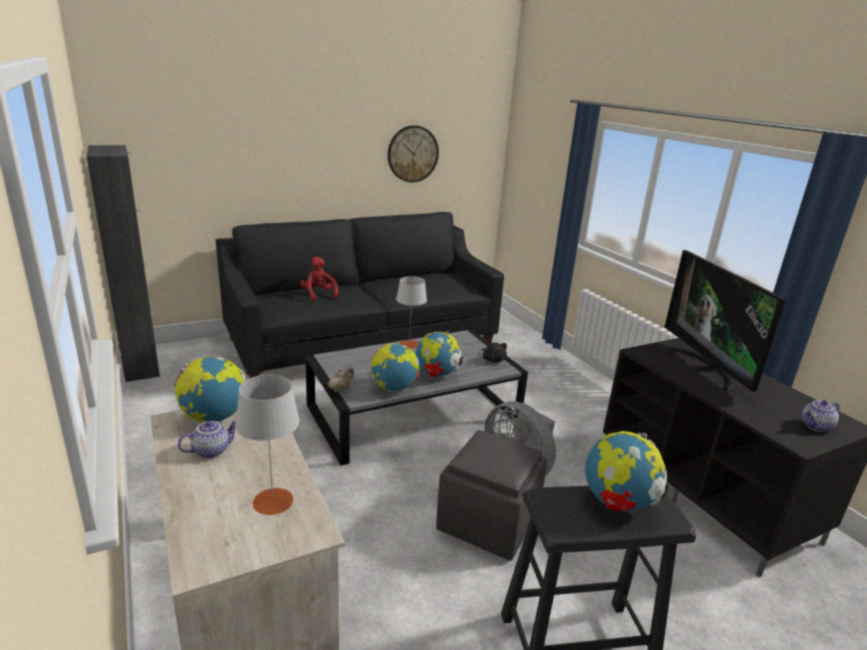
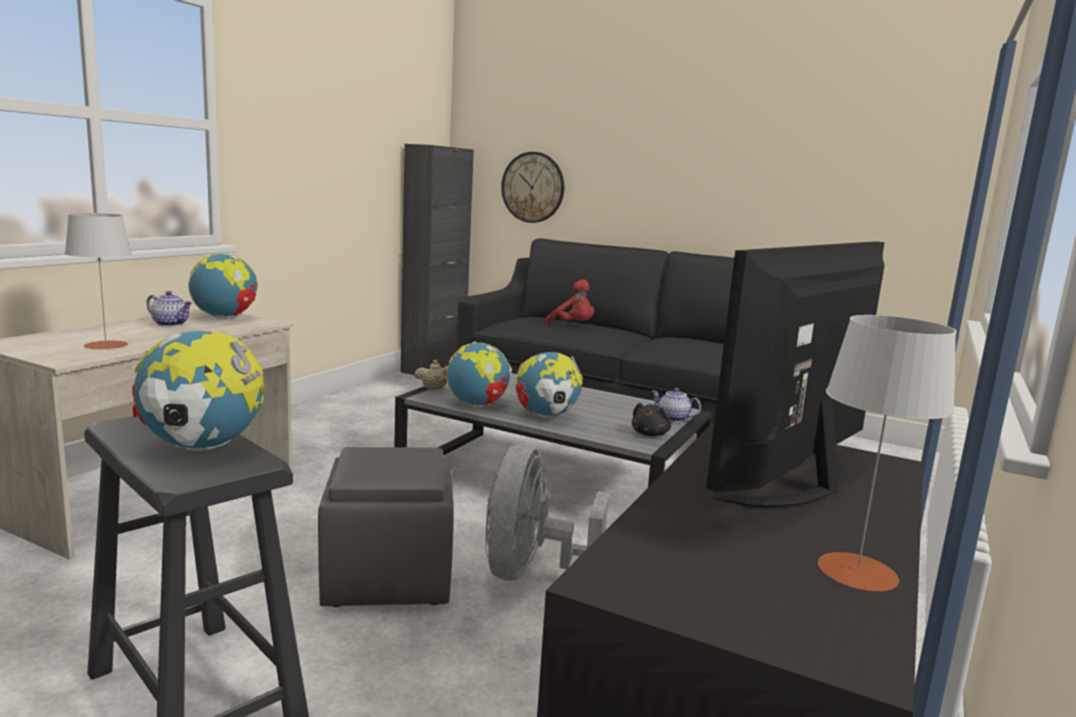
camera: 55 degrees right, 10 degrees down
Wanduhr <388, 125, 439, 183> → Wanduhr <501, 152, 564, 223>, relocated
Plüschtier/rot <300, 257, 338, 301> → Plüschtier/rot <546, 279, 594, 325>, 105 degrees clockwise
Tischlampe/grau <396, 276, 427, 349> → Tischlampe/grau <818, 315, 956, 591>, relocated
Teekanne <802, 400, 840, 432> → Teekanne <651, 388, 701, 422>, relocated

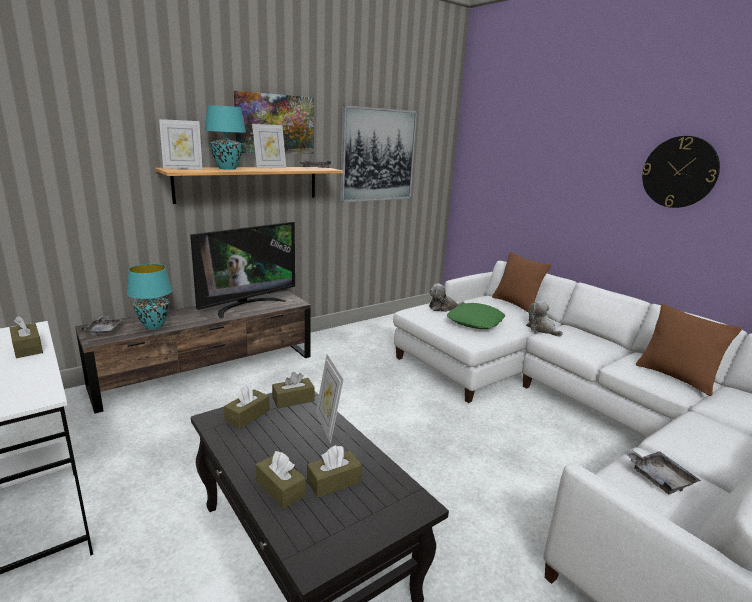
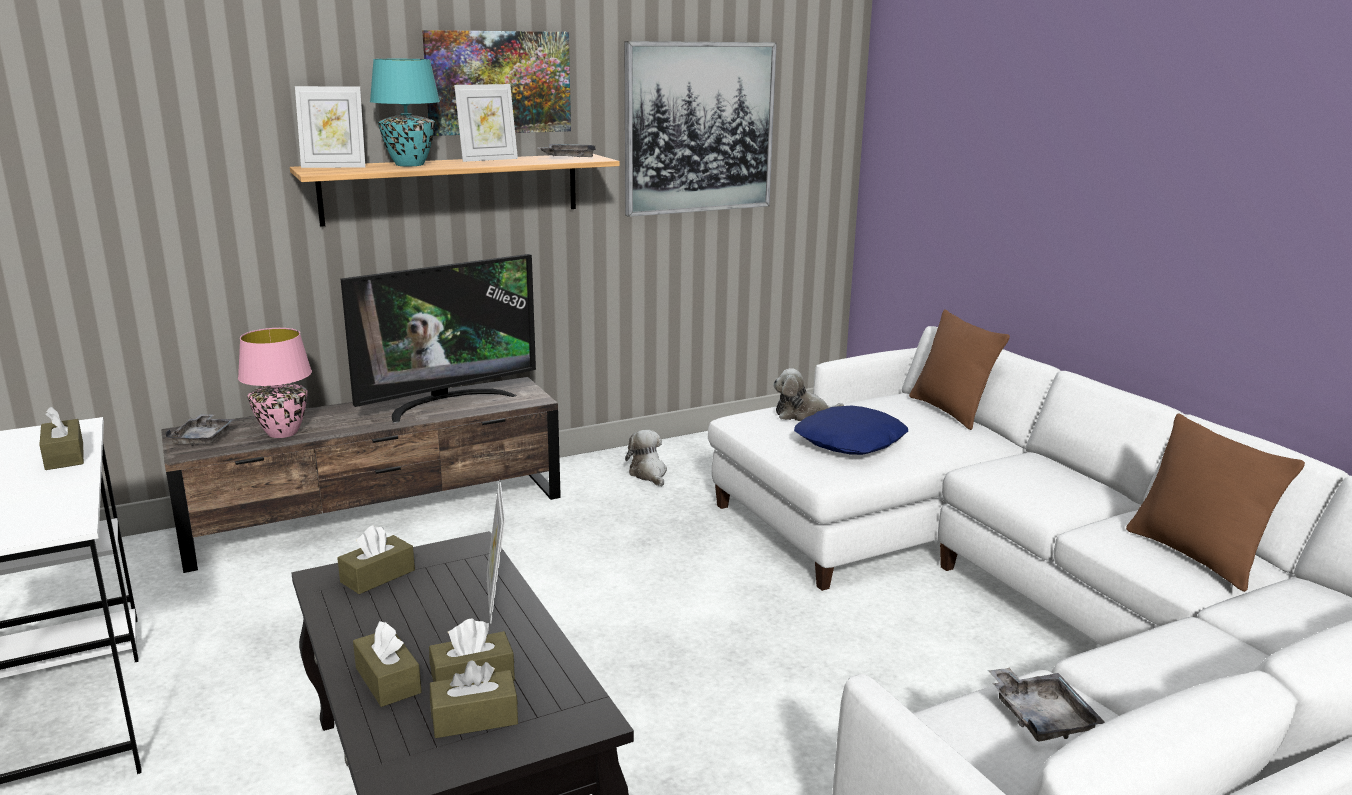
camera: 10 degrees right, 0 degrees up
Wanduhr <642, 136, 720, 208> → -
Tischlampe/türkis <127, 264, 172, 330> → Tischlampe/rosa <238, 328, 312, 438>
Plüschtier <526, 301, 563, 337> → Plüschtier <625, 430, 667, 486>, relocated
Kissen/grün <447, 303, 505, 329> → Kissen/blau <794, 406, 908, 455>
Taschentuchbox/braun <272, 372, 315, 408> → Taschentuchbox/braun <430, 660, 518, 738>, relocated

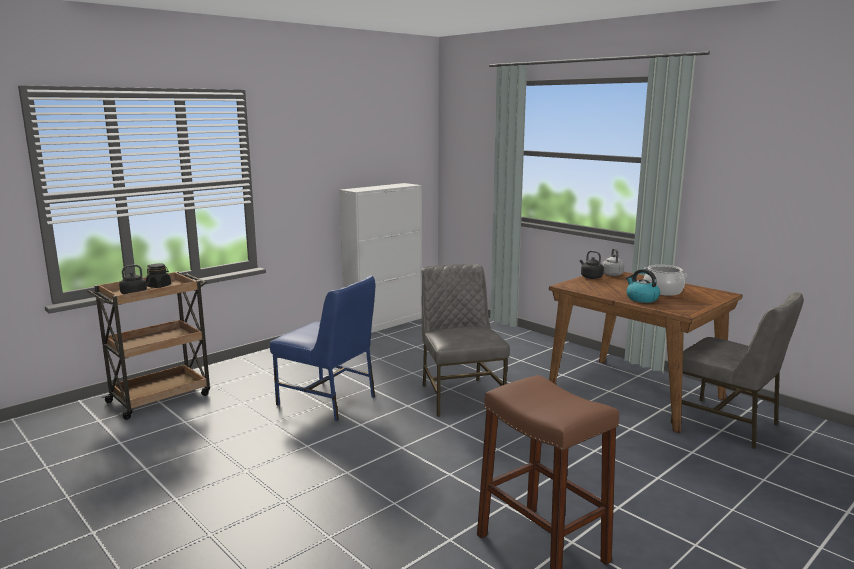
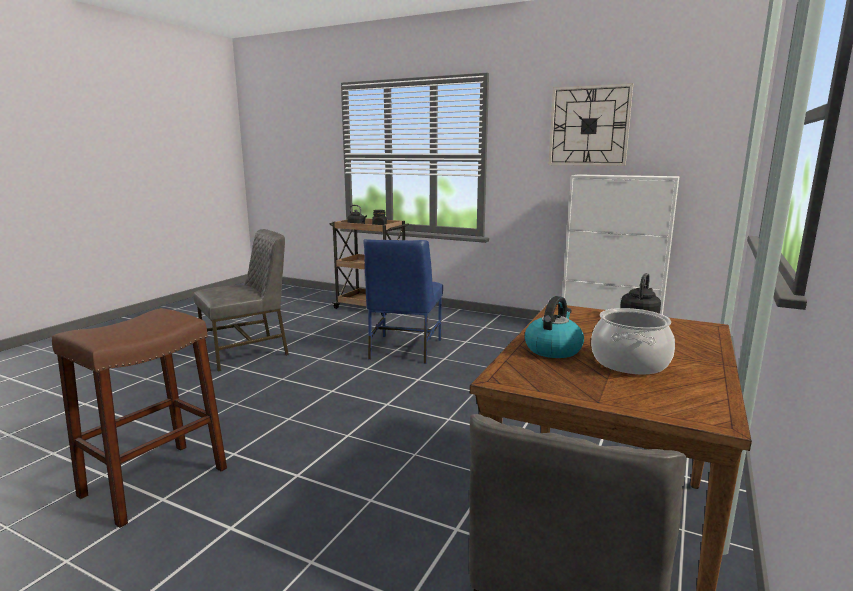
camera: 70 degrees right, 0 degrees up
Wasserkessel/grau <602, 248, 624, 276> → -
Stuhl/grau <422, 264, 510, 417> → Stuhl/grau <193, 229, 289, 371>, relocated
- → Wanduhr <549, 83, 633, 166>

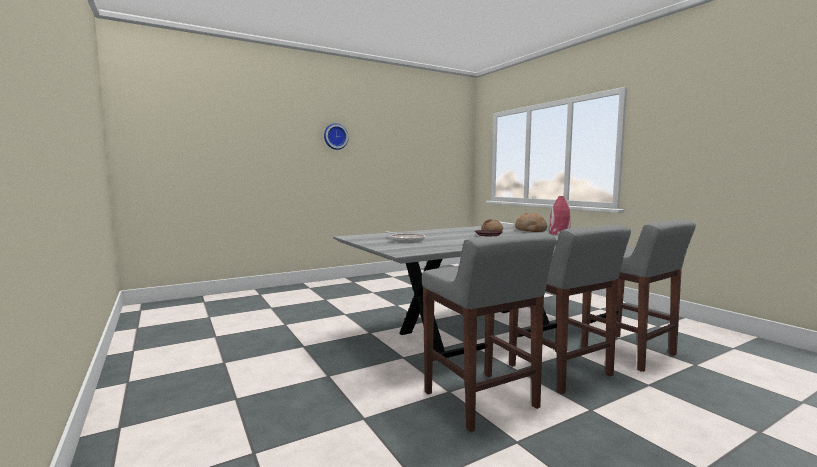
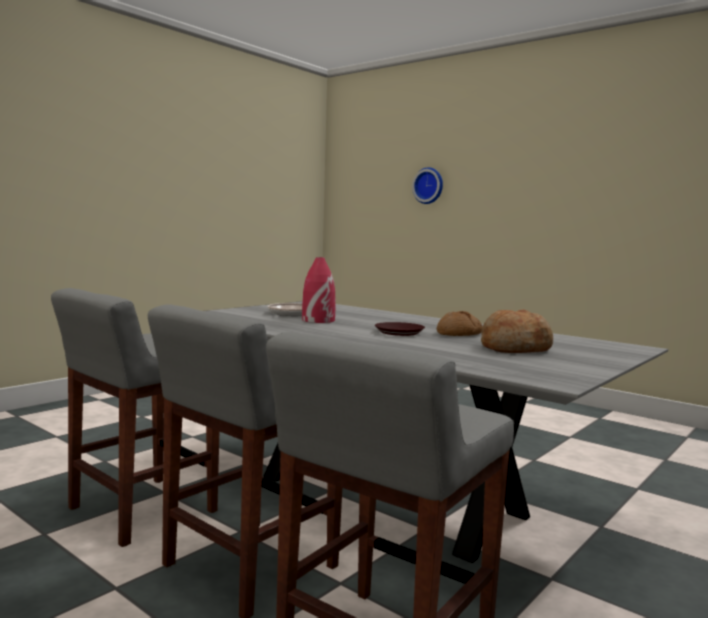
camera: 70 degrees right, 0 degrees up
Wanduhr <324, 123, 349, 150> → Wanduhr <412, 167, 443, 204>, relocated
Vase/rot <549, 196, 570, 235> → Vase/rot <302, 257, 336, 323>, relocated

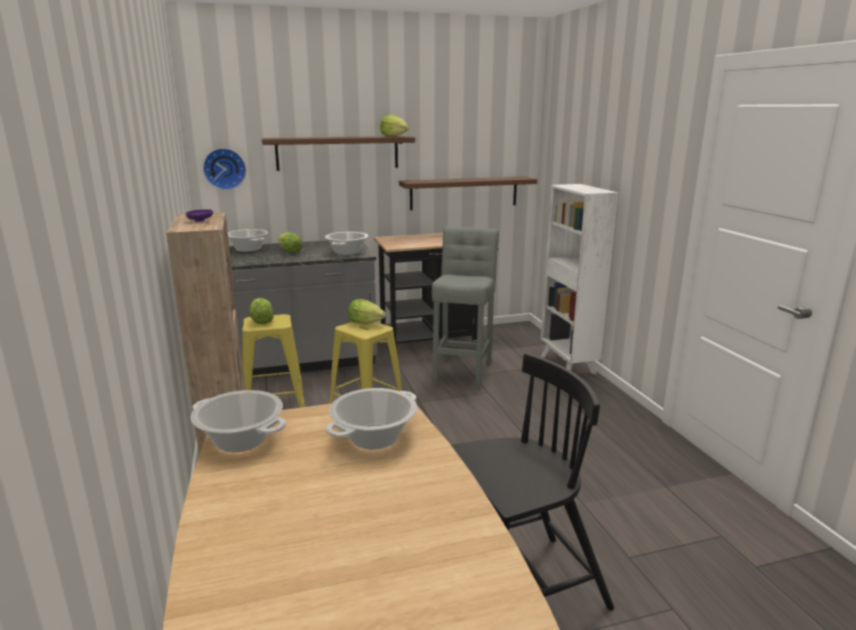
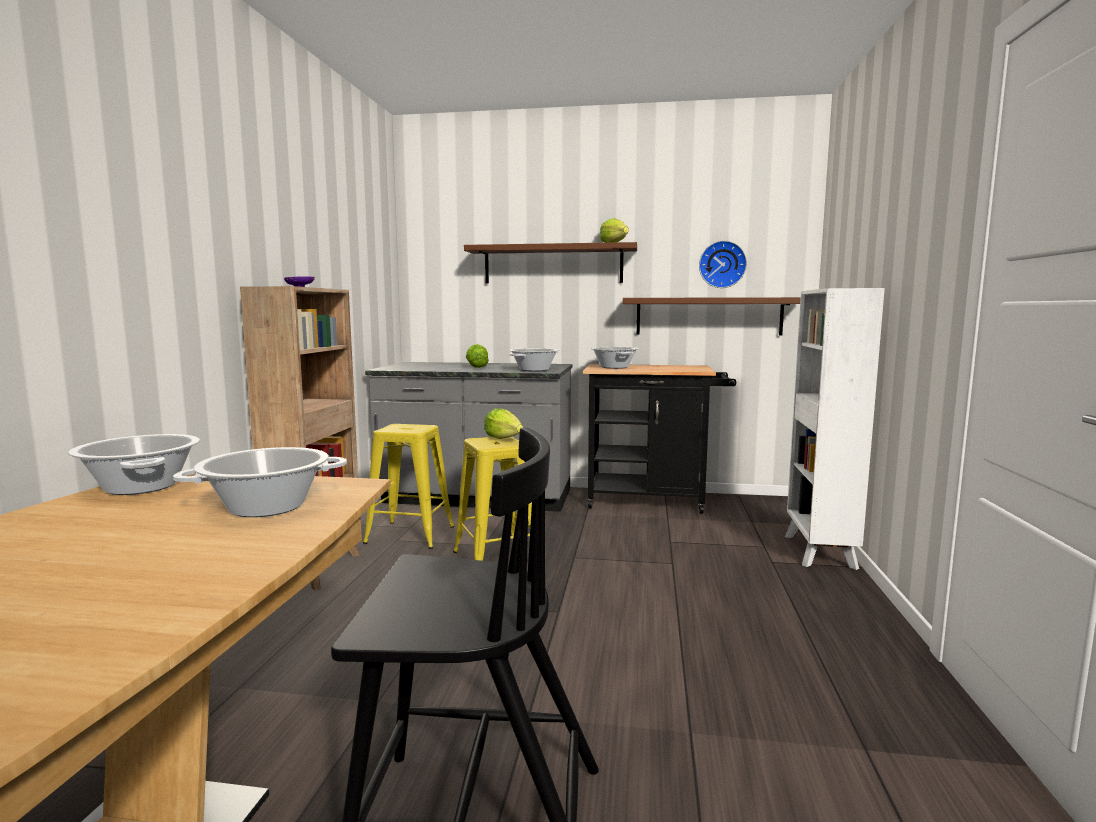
camera: 25 degrees right, 10 degrees down
Wanduhr <203, 148, 246, 190> → Wanduhr <699, 240, 747, 288>, relocated
Hocker/grau <432, 227, 499, 390> → -
Kochtopf <228, 229, 268, 252> → Kochtopf <590, 347, 639, 369>, relocated
Salatkopf <249, 298, 274, 324> → -

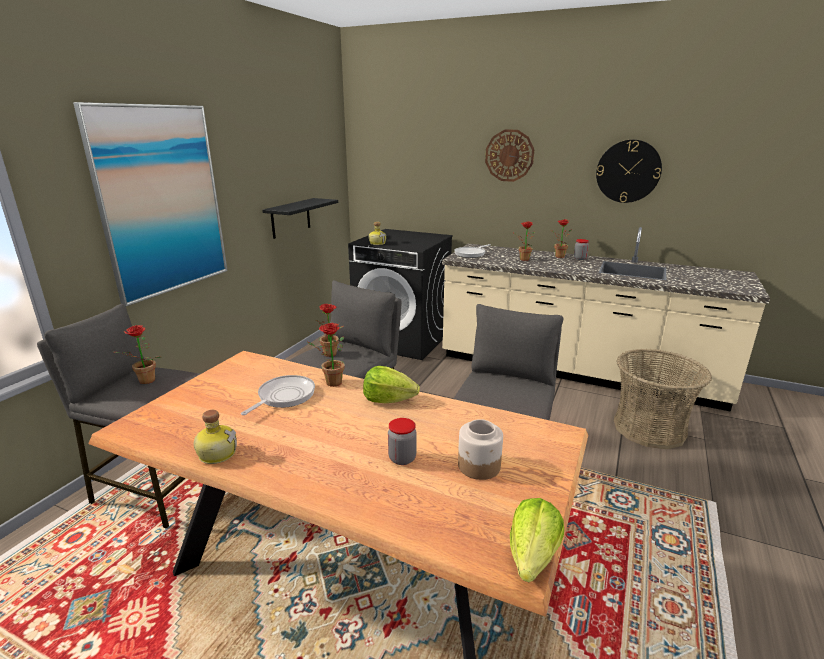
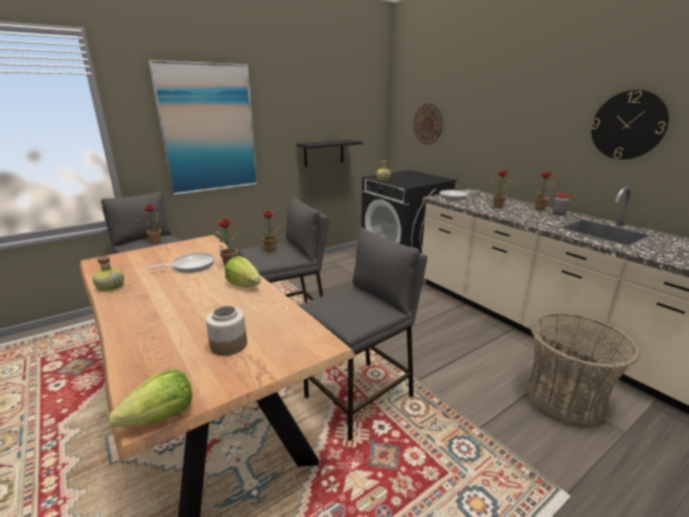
camera: 30 degrees right, 0 degrees up
Wanduhr <485, 130, 534, 182> → Wanduhr <414, 104, 443, 145>, relocated
Vorratsglas <388, 418, 417, 465> → -

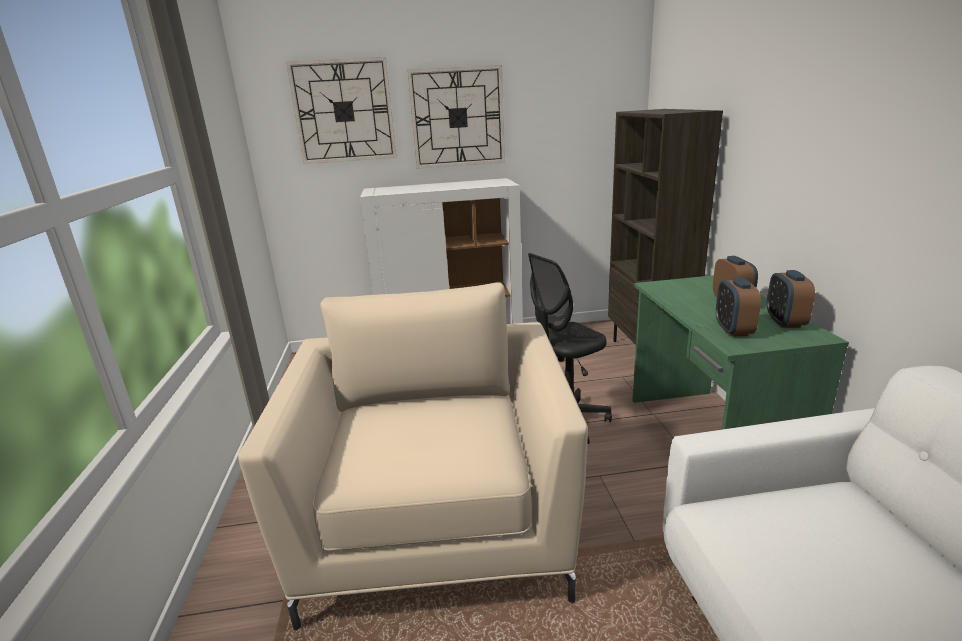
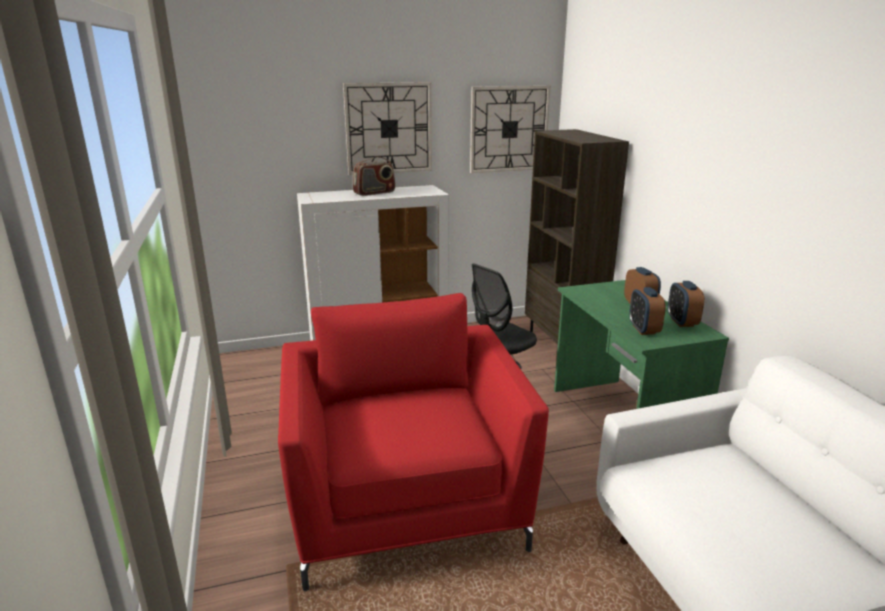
camera: 10 degrees left, 0 degrees up
Wanduhr <286, 57, 397, 164> → Wanduhr <470, 86, 551, 173>, relocated
Sessel/beige <238, 282, 588, 630> → Sessel/rot <278, 293, 549, 591>
- → Radio <353, 156, 395, 196>

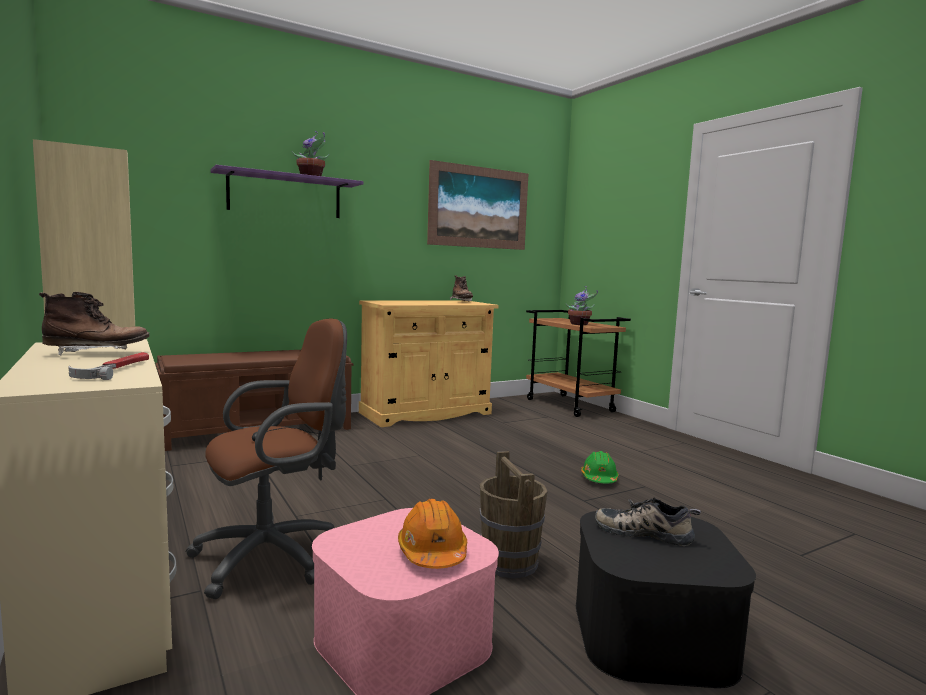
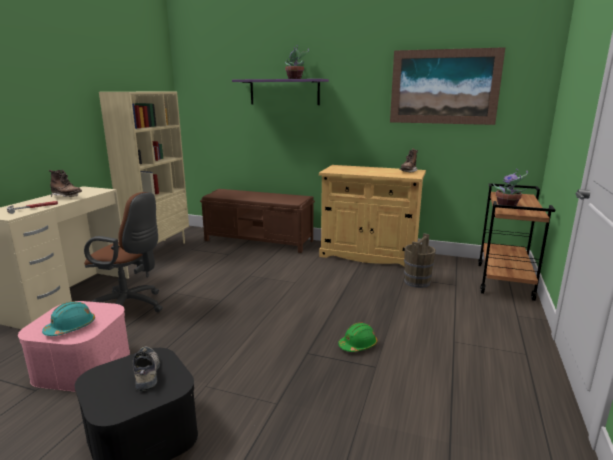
camera: 50 degrees right, 10 degrees up
Eimer/braun <480, 451, 547, 578> → Eimer/braun <404, 233, 436, 288>, relocated
Schutzhelm/orange <398, 499, 467, 569> → Schutzhelm/türkis <42, 301, 95, 336>

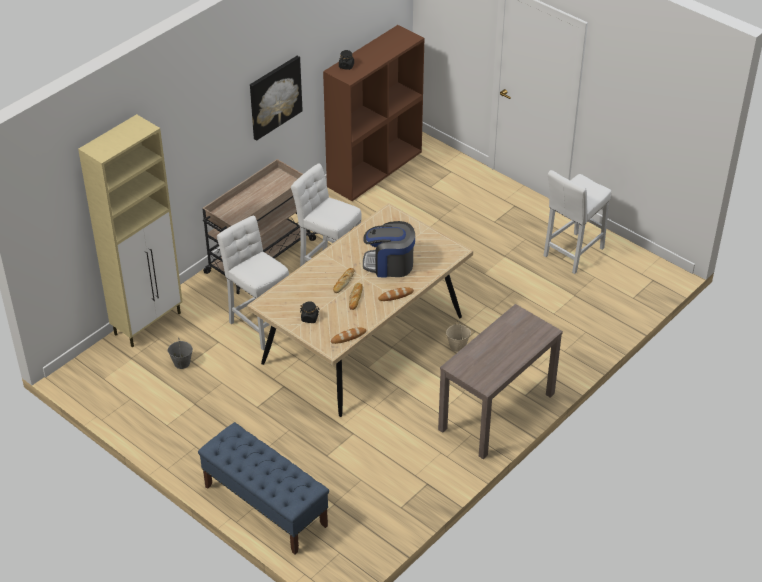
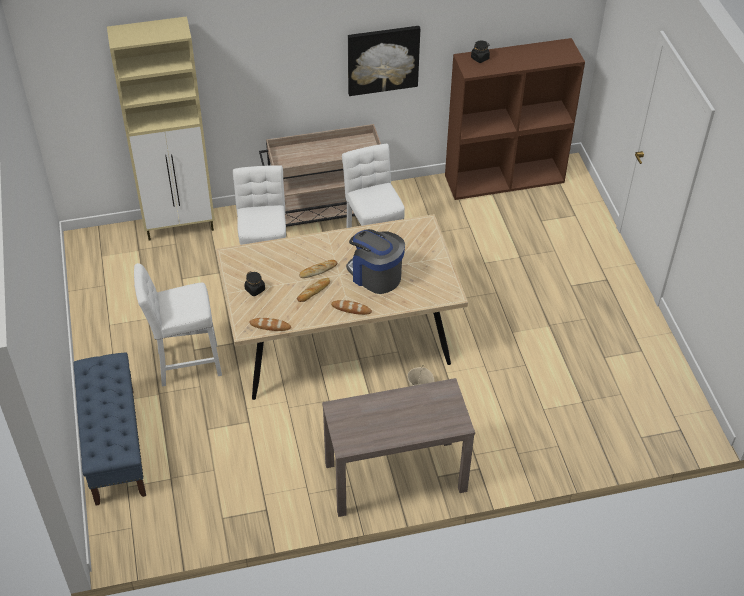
camera: 35 degrees right, 5 degrees up
Hocker/weiß <543, 170, 611, 274> → Hocker/weiß <134, 263, 222, 387>, relocated
Eimer/grau <167, 338, 193, 369> → -

